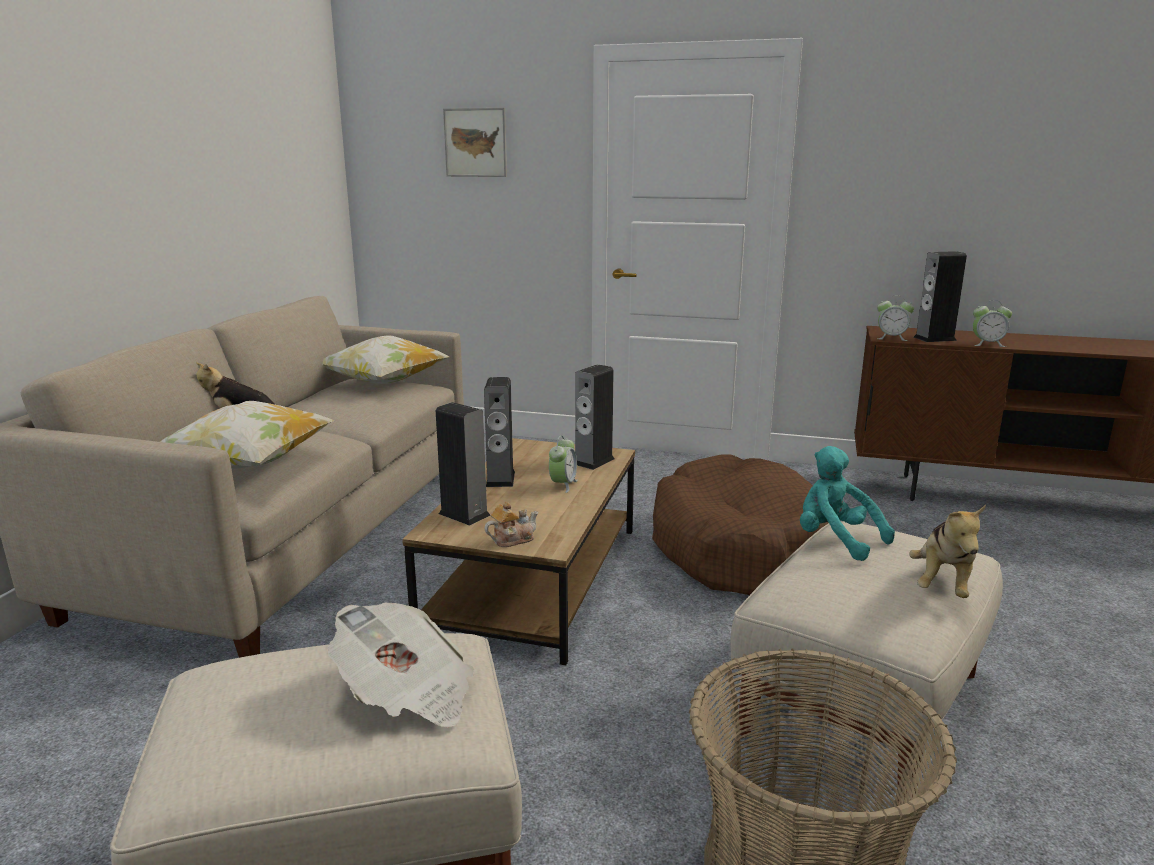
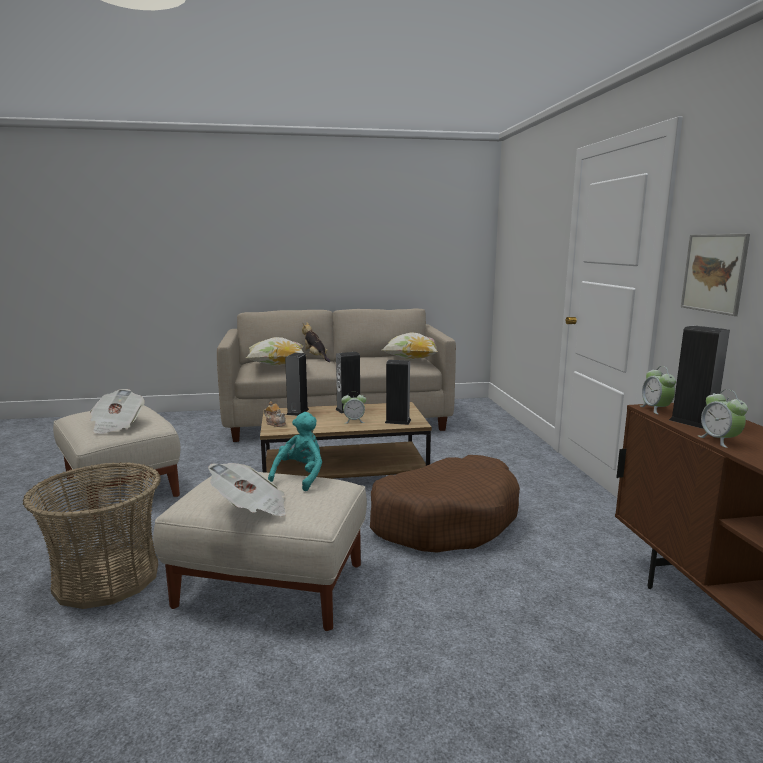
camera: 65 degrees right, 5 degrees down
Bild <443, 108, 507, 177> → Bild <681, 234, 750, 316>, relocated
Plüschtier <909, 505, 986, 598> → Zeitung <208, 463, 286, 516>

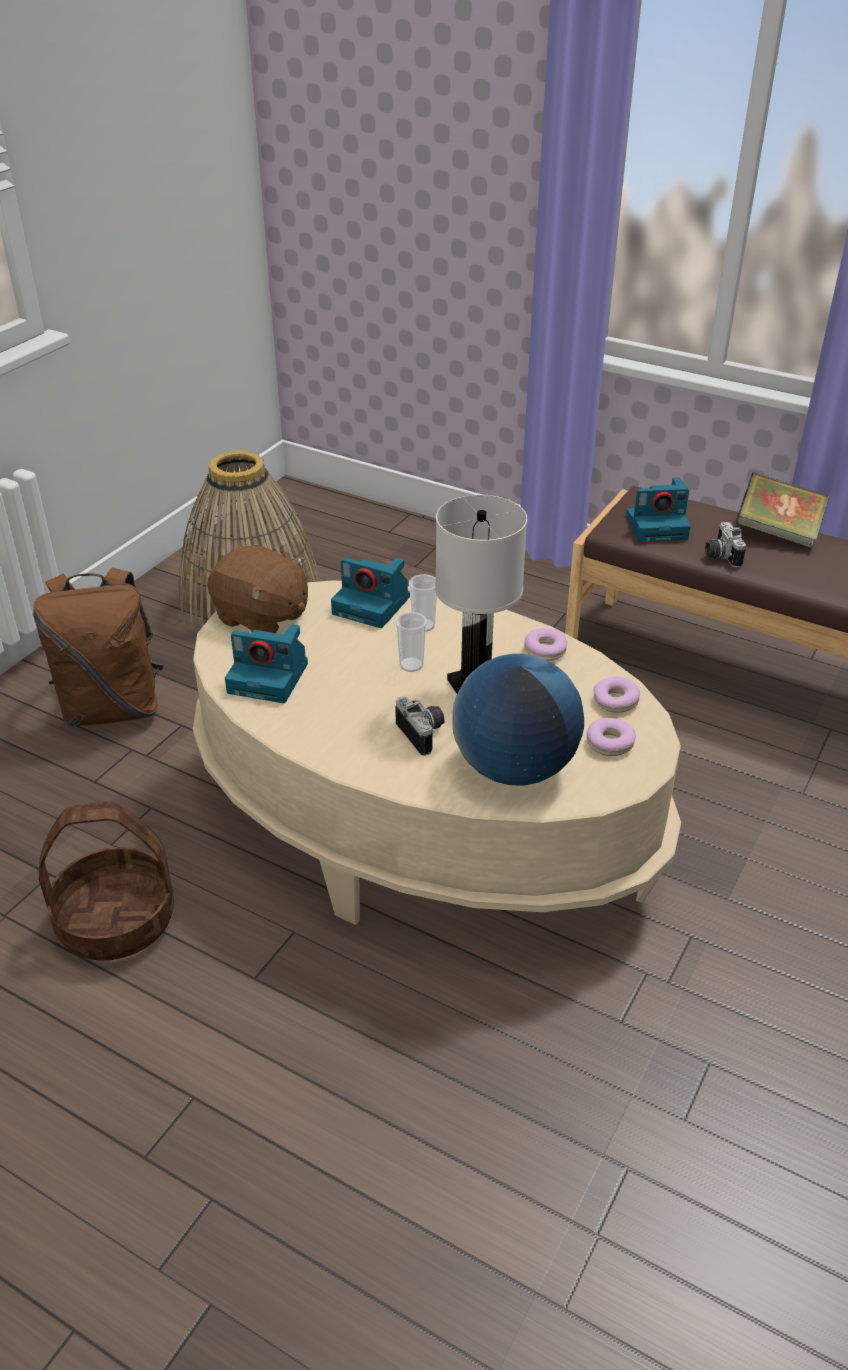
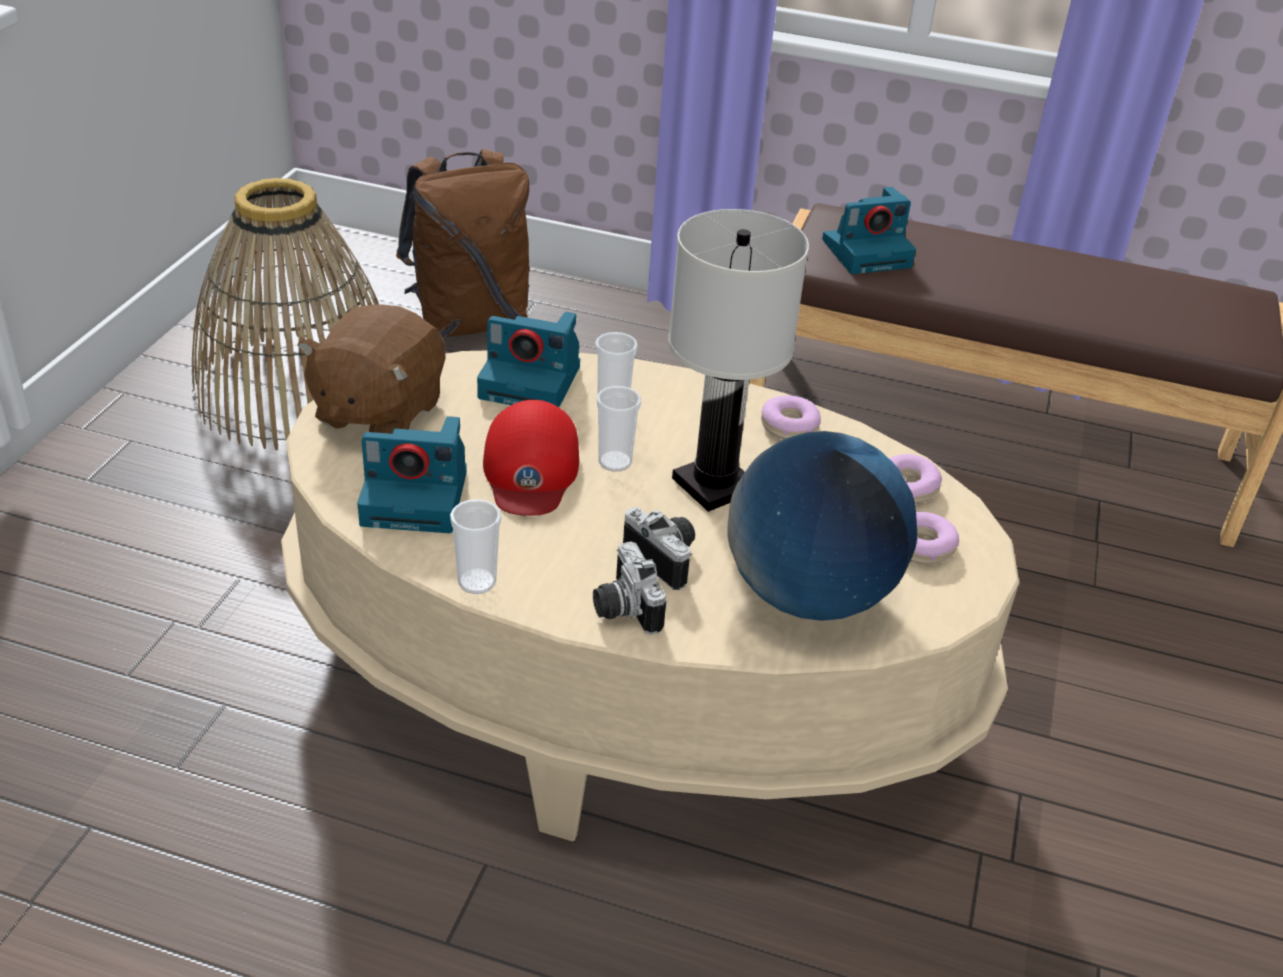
camera: 15 degrees left, 0 degrees up
Buch <735, 472, 829, 548> → -
Kamera <705, 522, 746, 568> → Kamera <593, 541, 666, 635>, relocated
Plüschtier/braun <207, 545, 308, 633> → Plüschtier/braun <297, 304, 445, 434>, 90 degrees clockwise
Rucksack/braun <33, 568, 163, 727> → Rucksack/braun <396, 149, 529, 338>, relocated
Korb <39, 801, 174, 961> → -
- → Kappe/rot <483, 400, 579, 516>
- → Tasse <450, 499, 502, 594>

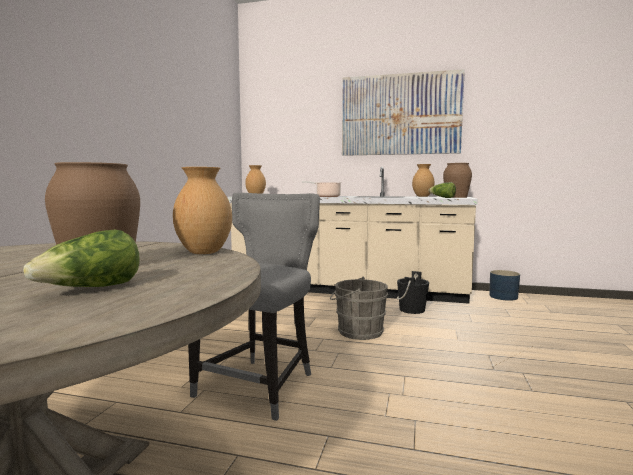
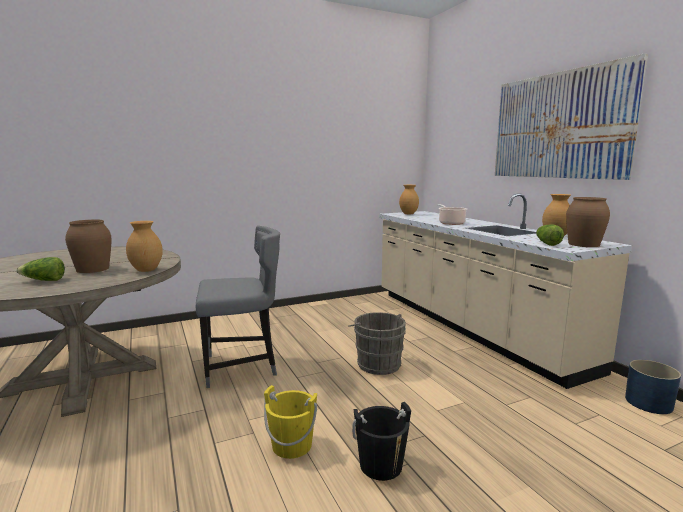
camera: 50 degrees right, 5 degrees up
Eimer/schwarz <397, 271, 429, 314> → Eimer/schwarz <352, 402, 411, 481>, relocated
- → Eimer/gelb <264, 385, 317, 459>

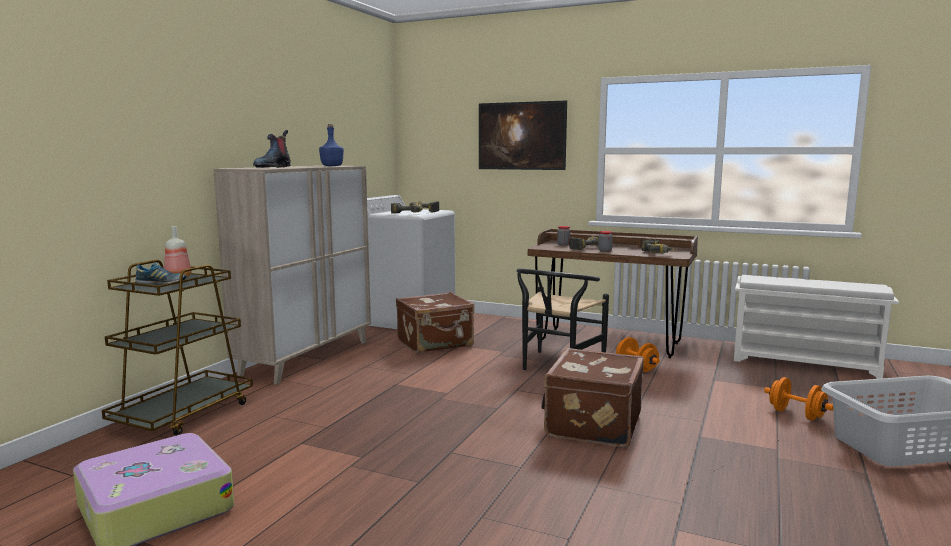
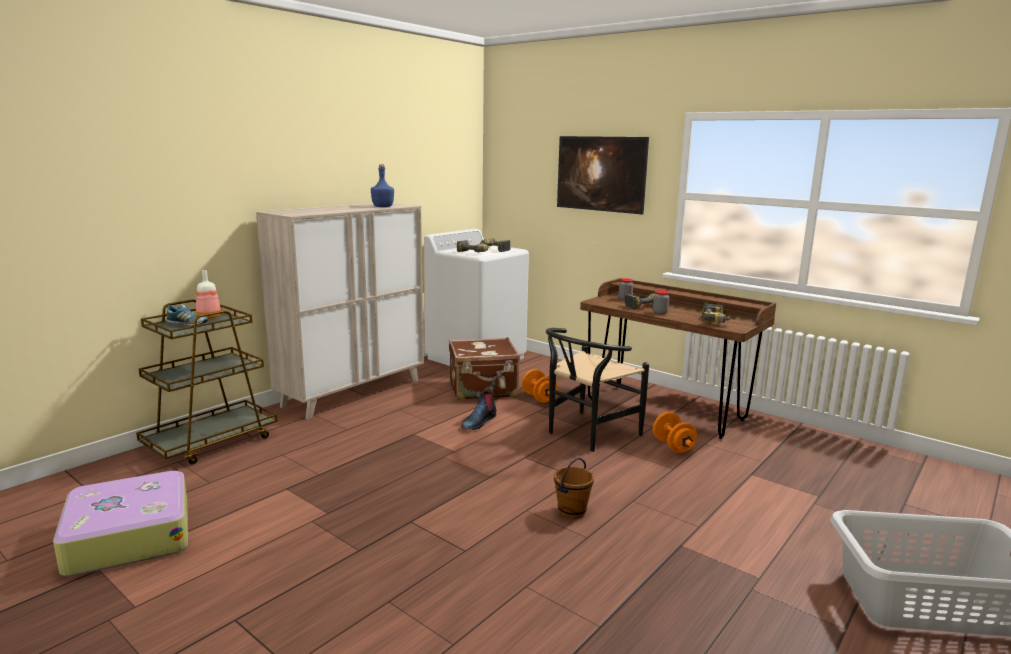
camera: 15 degrees right, 5 degrees up
Stiefel <253, 130, 291, 168> → Stiefel <462, 380, 497, 430>, relocated
Schuhregal/weiß <734, 275, 899, 379> → -
Koffer/braun <541, 348, 644, 448> → Eimer/braun <554, 458, 594, 519>
Hantel/orange <765, 377, 833, 421> → Hantel/orange <522, 369, 558, 403>, relocated

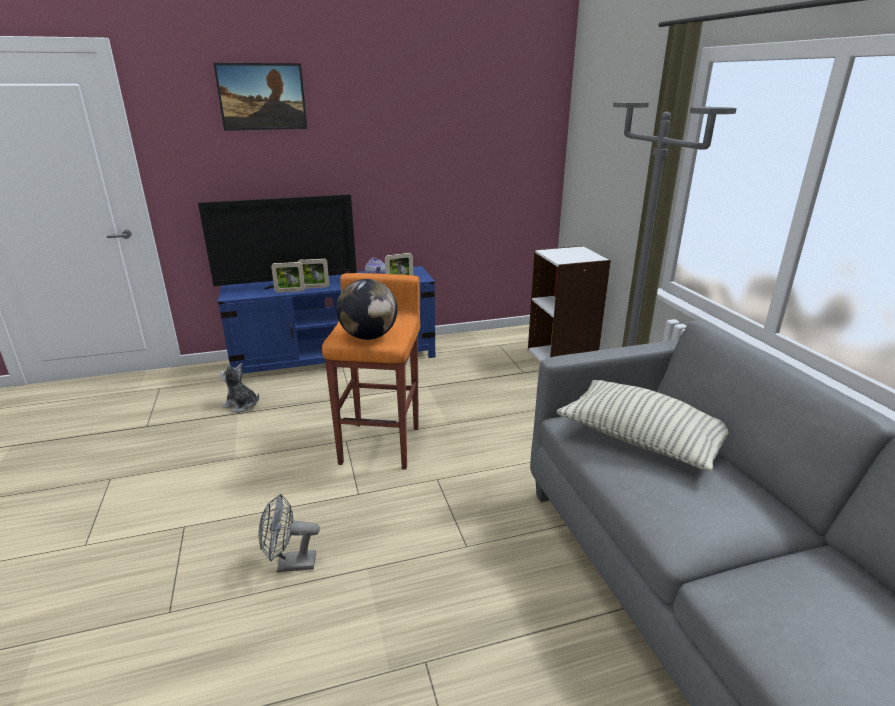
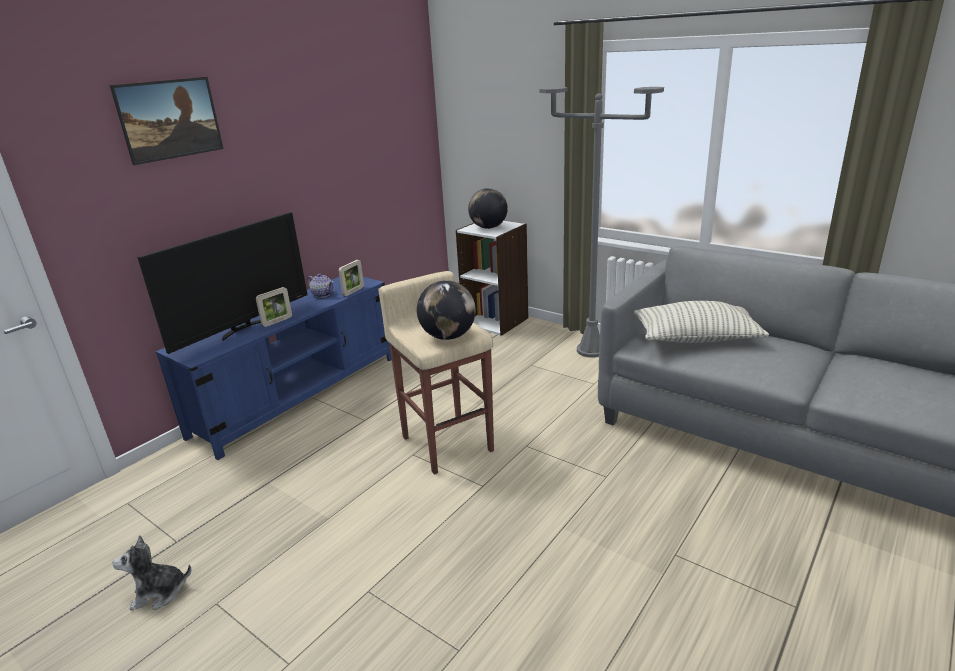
camera: 35 degrees left, 0 degrees up
Bilderrahmen <271, 262, 305, 293> → -
Hocker/orange <322, 273, 420, 470> → Hocker/beige <378, 271, 494, 475>
Plüschtier <220, 363, 259, 412> → Plüschtier <113, 535, 191, 610>, relocated
Ventilator/grau <258, 494, 320, 572> → -
- → Globus <468, 188, 508, 229>

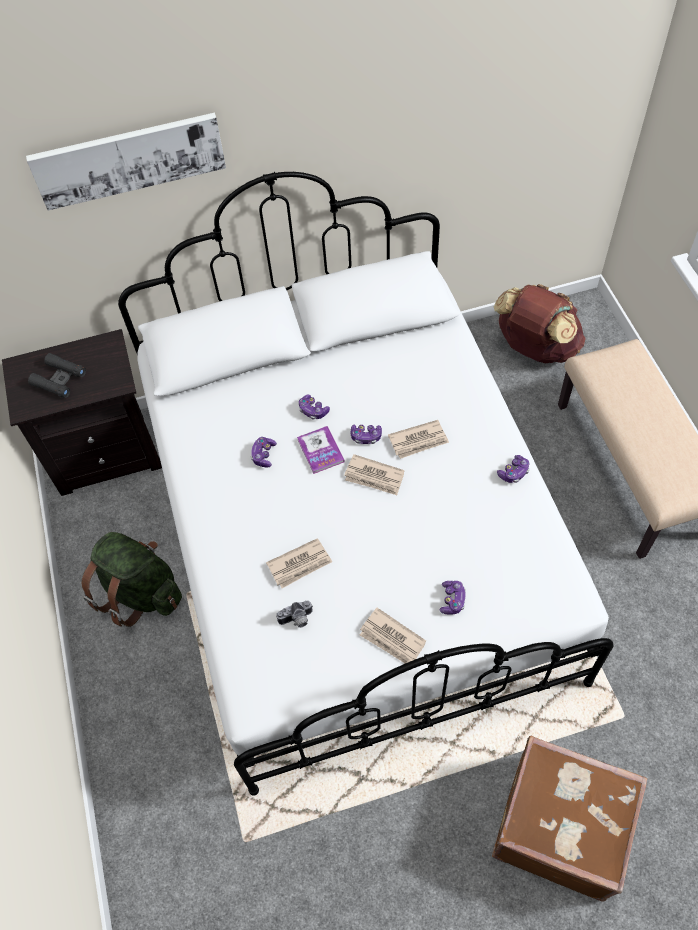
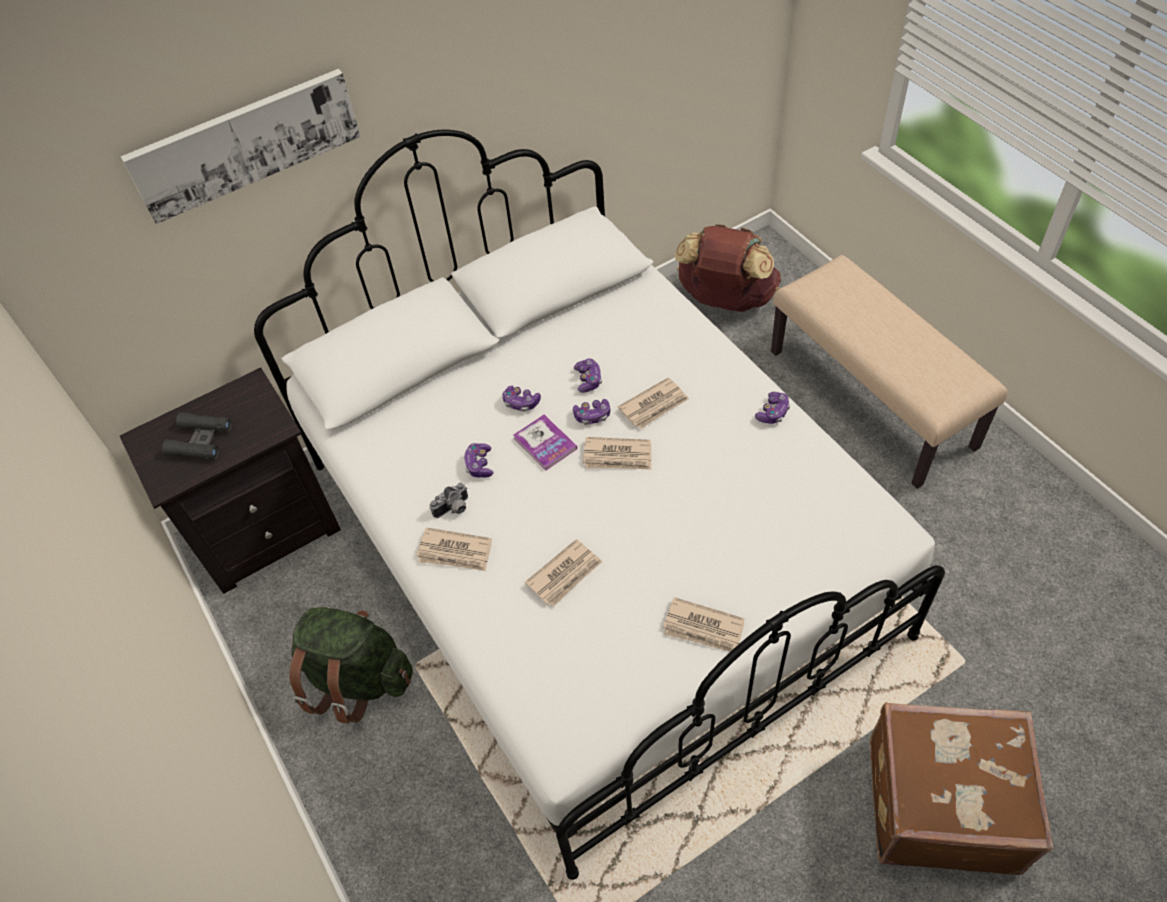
camera: 15 degrees left, 5 degrees down
Gamepad <439, 581, 466, 615> → Gamepad <574, 359, 602, 393>, relocated
Kamera <276, 601, 313, 628> → Kamera <429, 483, 468, 518>, relocated
- → Zeitung <416, 527, 492, 571>

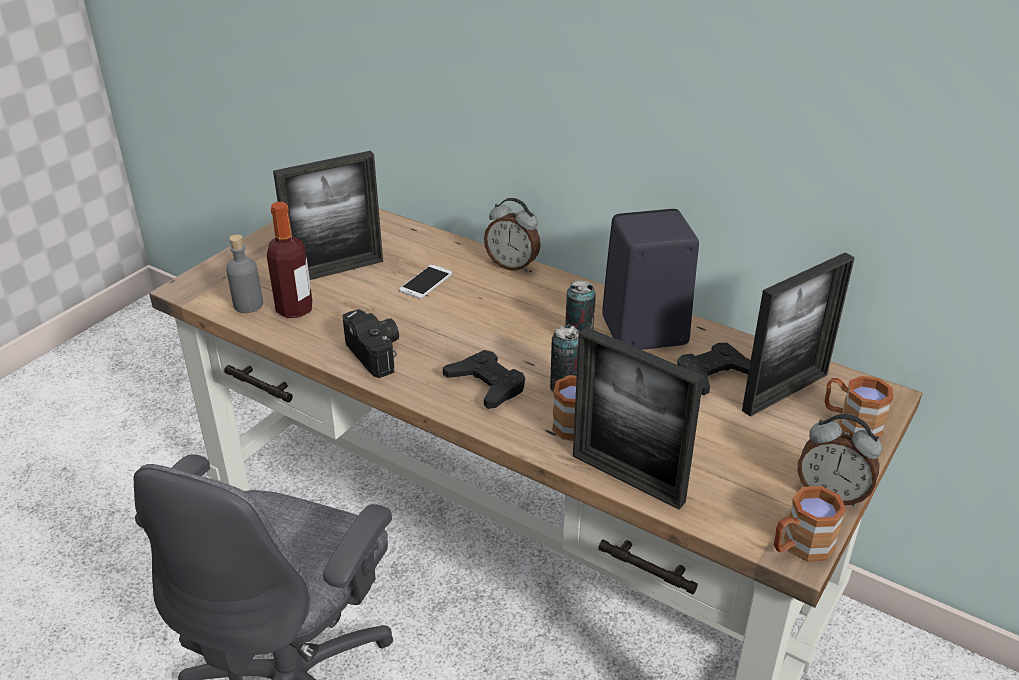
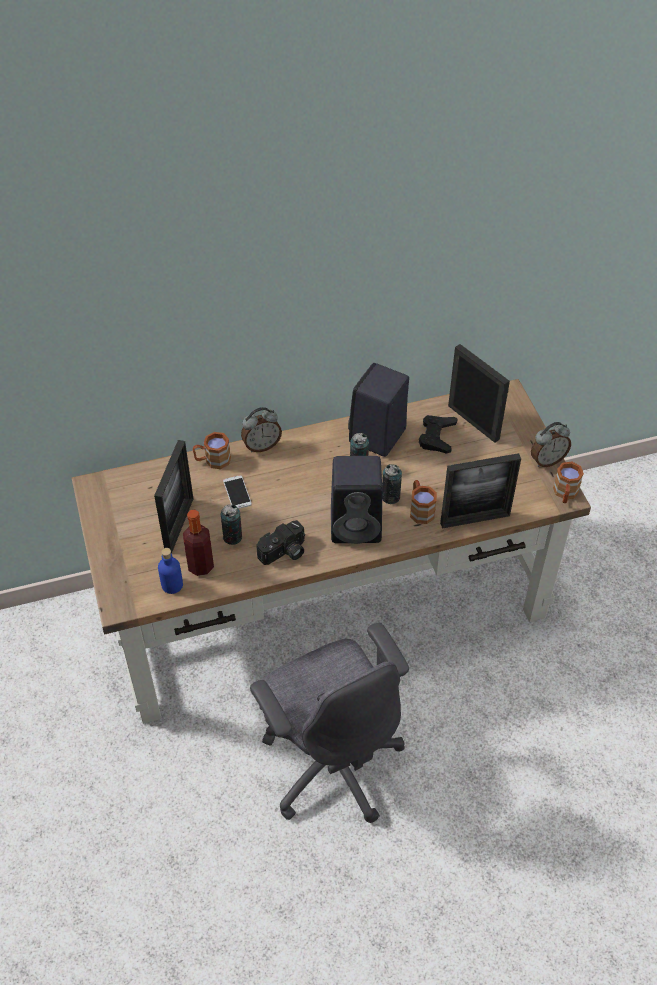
camera: 50 degrees left, 15 degrees up
Flasche/grau <226, 234, 263, 313> → Flasche/blau <158, 548, 183, 594>
Bilderrahmen <742, 253, 855, 417> → Bilderrahmen <448, 344, 510, 443>, 45 degrees counterclockwise
Kamera <343, 309, 399, 378> → Kamera <256, 520, 305, 565>, 135 degrees clockwise
Gamepad/schwarz <443, 350, 525, 409> → Lautsprecher/schwarz <331, 456, 382, 544>
Henkelbecher/braun <825, 376, 893, 438> → Henkelbecher/braun <193, 432, 231, 469>, relocated
- → Dose <220, 504, 242, 545>

